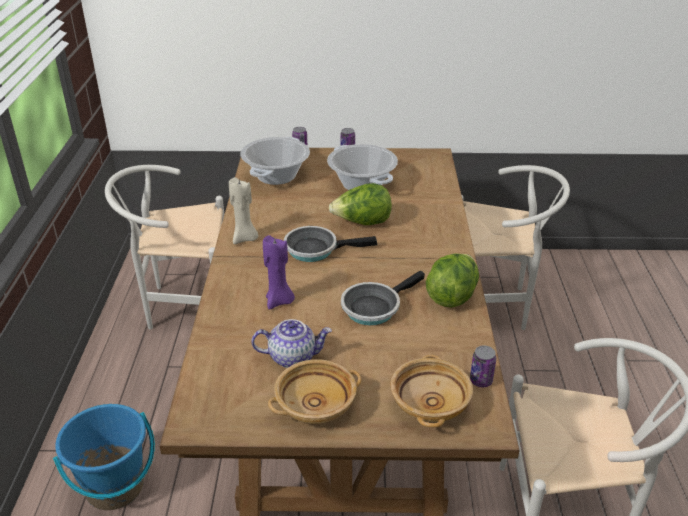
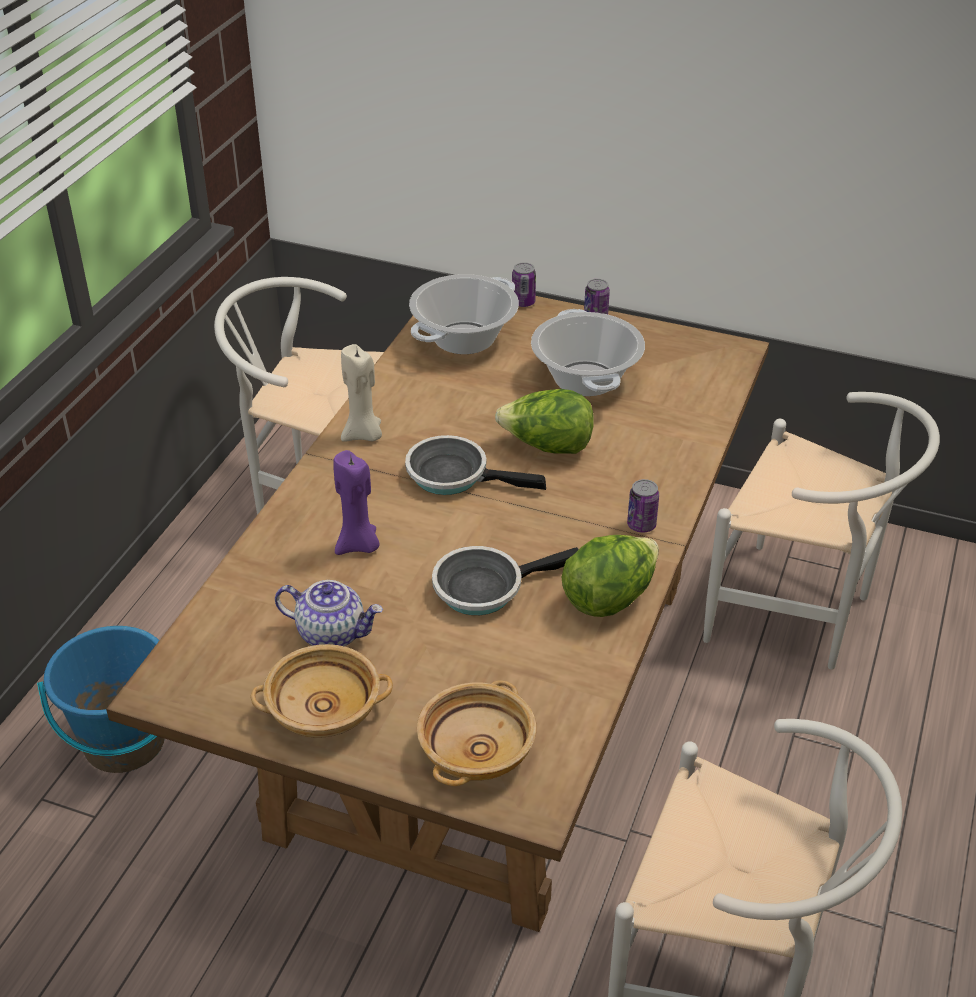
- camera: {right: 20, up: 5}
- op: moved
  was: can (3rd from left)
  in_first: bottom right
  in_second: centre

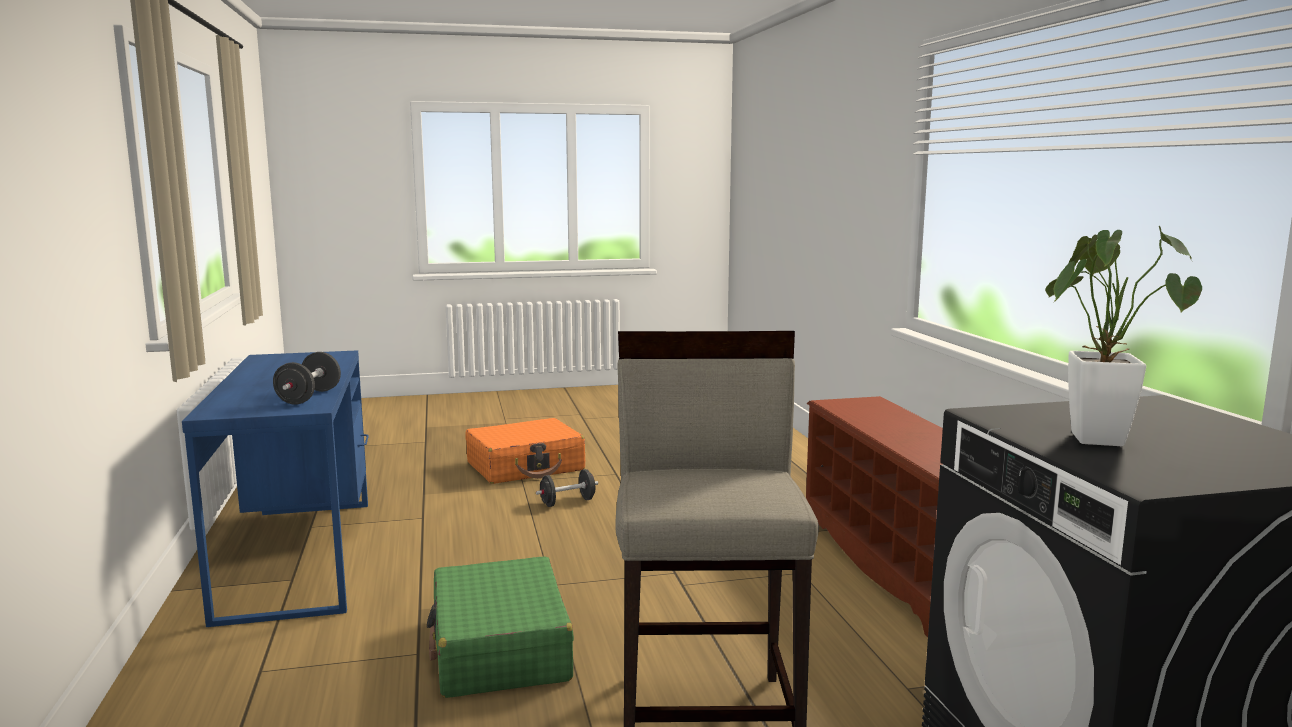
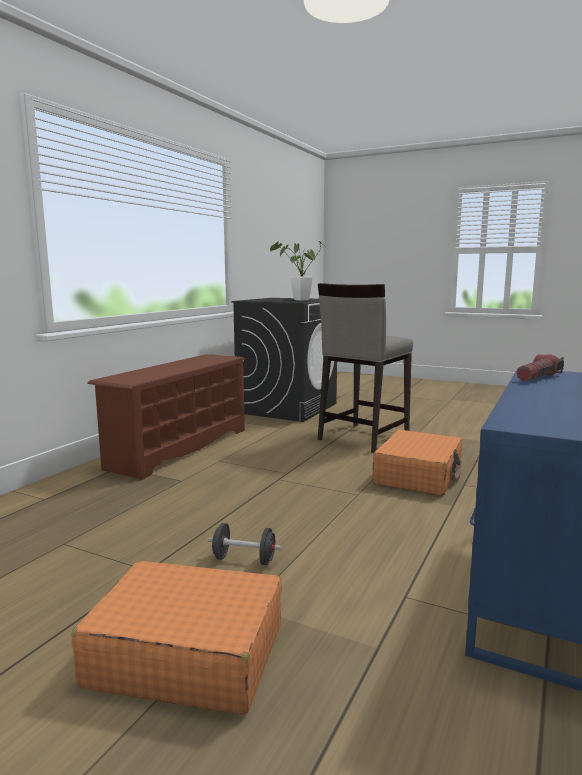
- camera: {right: -140, up: 0}
- op: replaced
  was: dumbbell/black (1st from left)
  now: flashlight
  in_first: middle left
  in_second: middle right
- op: recoloured
  was: suitcase/green
  now: suitcase/orange (2nd from left)
  in_first: bottom centre
  in_second: middle right

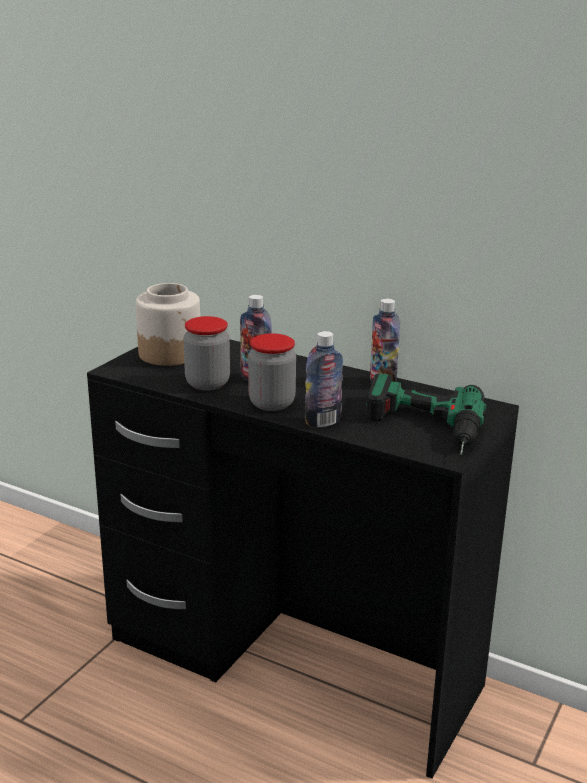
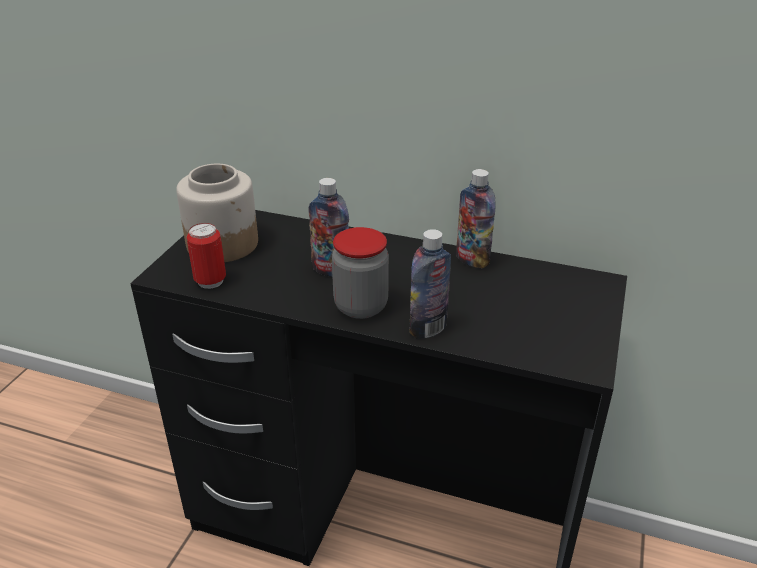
- camera: {right: -10, up: 10}
- op: removed
  was: jar (2nd from left)
  in_first: centre
- op: removed
  was: power drill
  in_first: middle right
- op: added
  now: can
  in_second: middle left

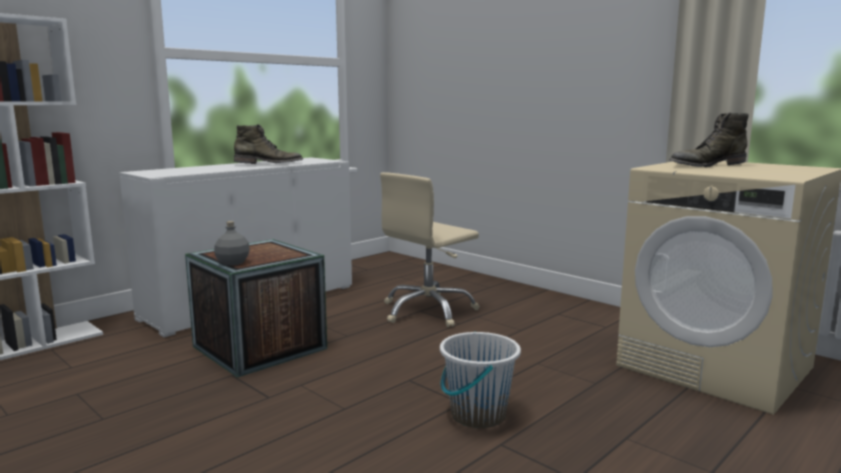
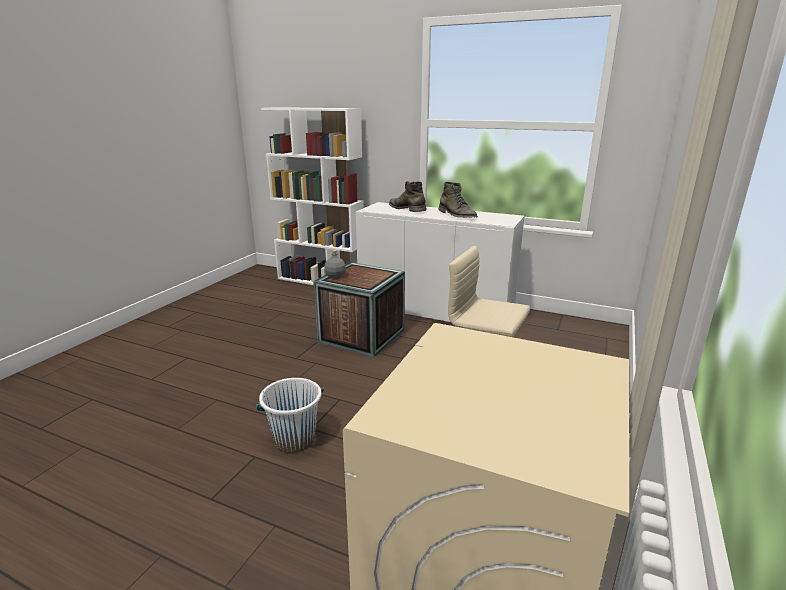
- camera: {right: 70, up: 10}
- op: moved
  was: boot/green (2nd from left in the first image)
  now: boot/green (1st from left)
  in_first: top right
  in_second: top centre

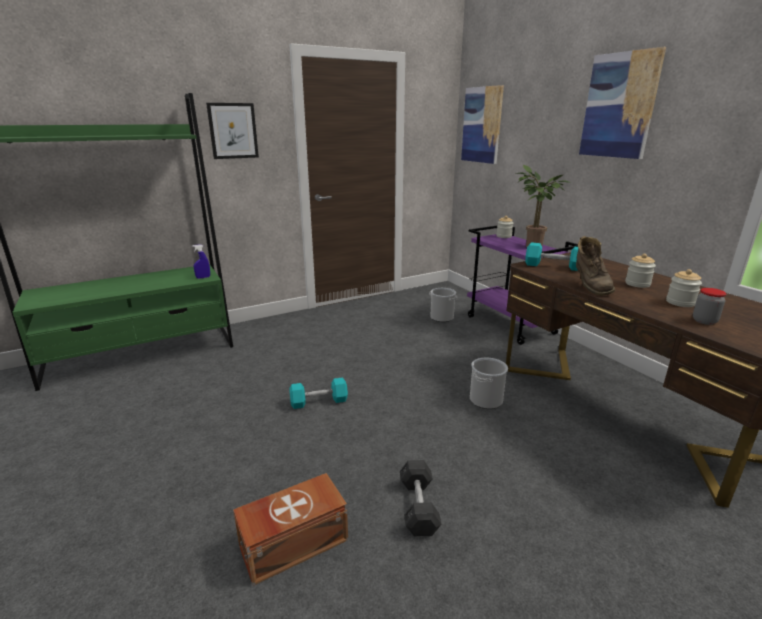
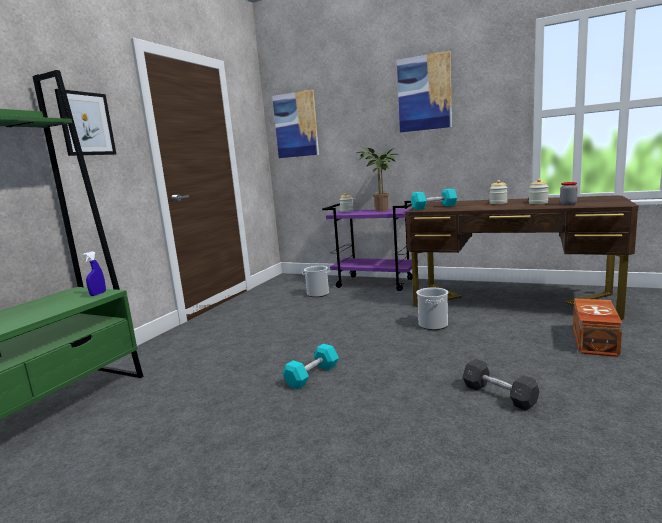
- camera: {right: -35, up: -10}
- op: removed
  was: boot/brown
  in_first: middle right
- op: moved
  was: storage box/brown
  in_first: bottom centre
  in_second: middle right

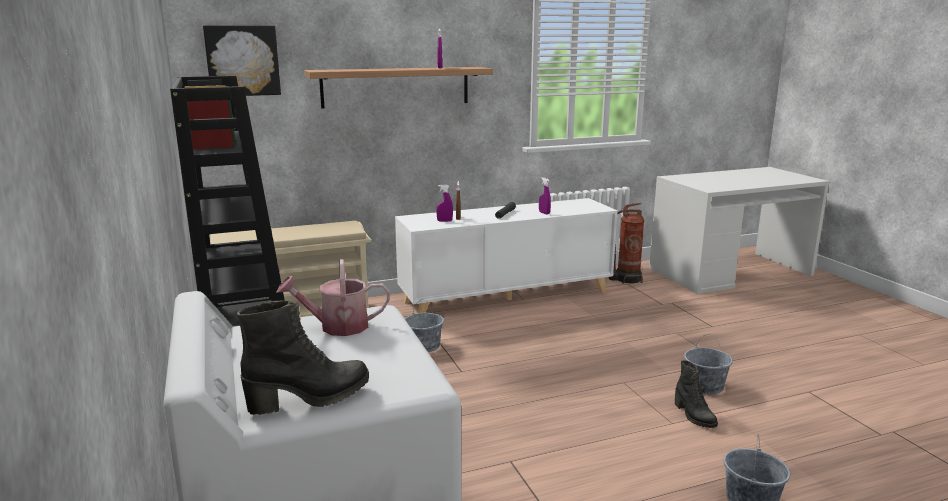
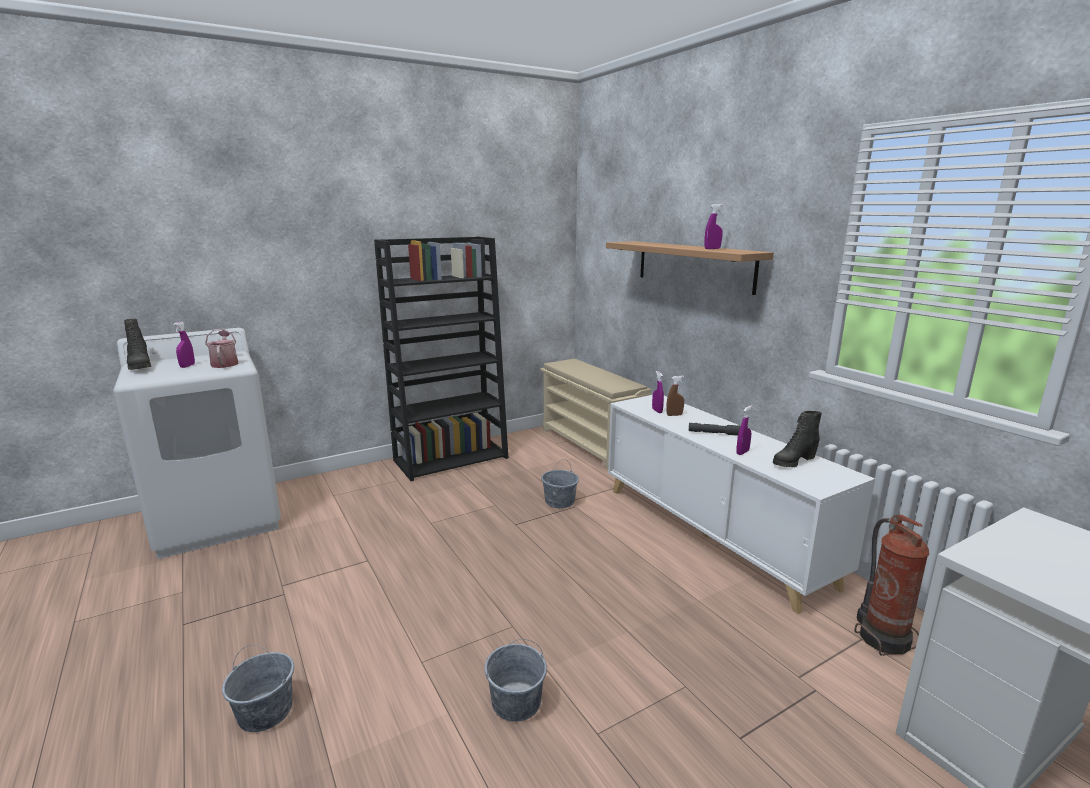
- camera: {right: 80, up: 0}
- op: removed
  was: picture
  in_first: top left
- op: moved
  was: boot/black (2nd from left)
  in_first: bottom right
  in_second: middle right
- op: added
  now: spray bottle/purple (1st from left)
  in_second: middle left

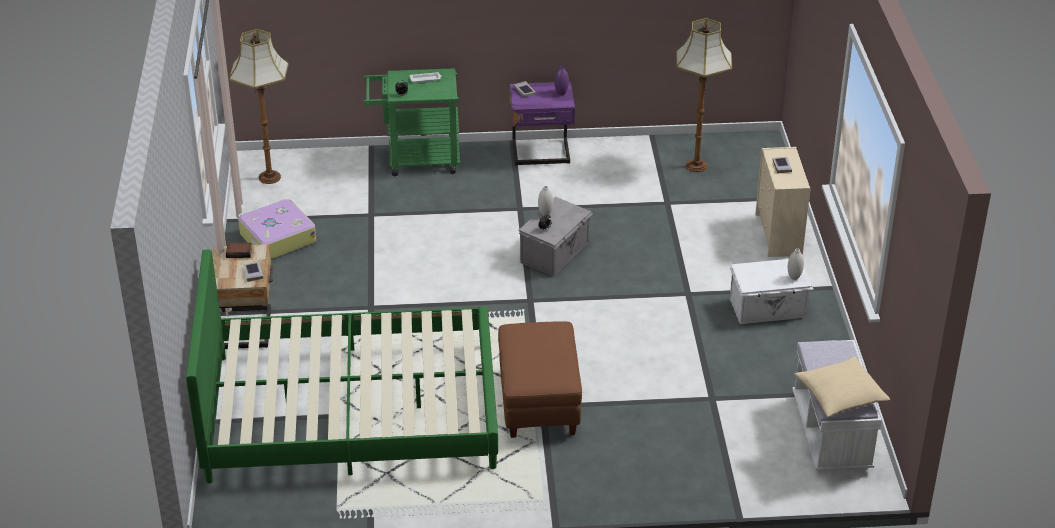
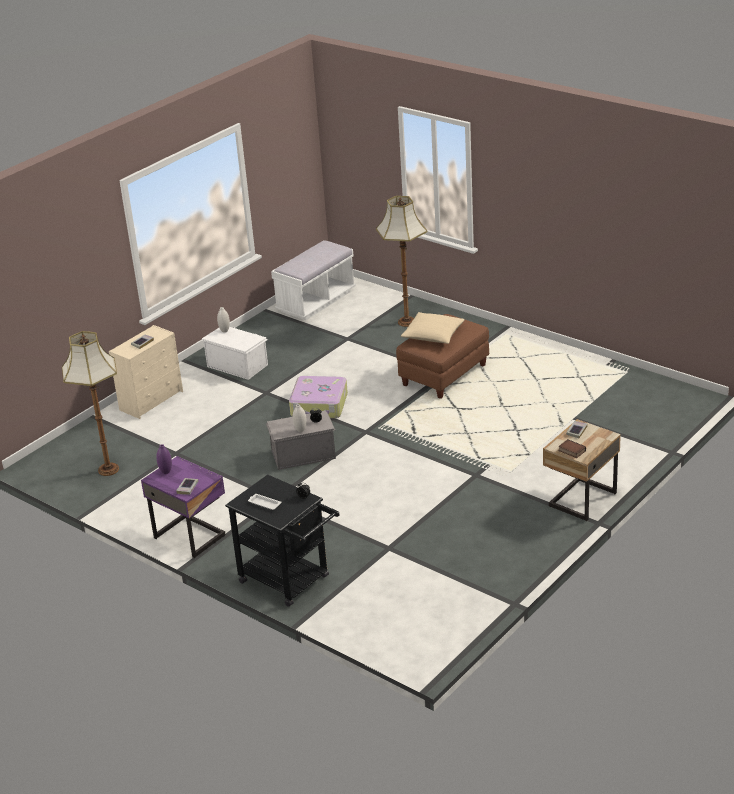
- camera: {right: -135, up: -5}
- op: moved
  was: floor lamp (1st from left in the first image)
  now: floor lamp (2nd from left)
  in_first: top left
  in_second: top centre
- op: recoloured
  was: cart/green
  now: cart/black
  in_first: top centre
  in_second: bottom centre
- op: moved
  was: suitcase
  in_first: middle left
  in_second: centre
- op: removed
  was: bed/green
  in_first: bottom left
- op: moved
  was: pillow/beige
  in_first: bottom right
  in_second: centre

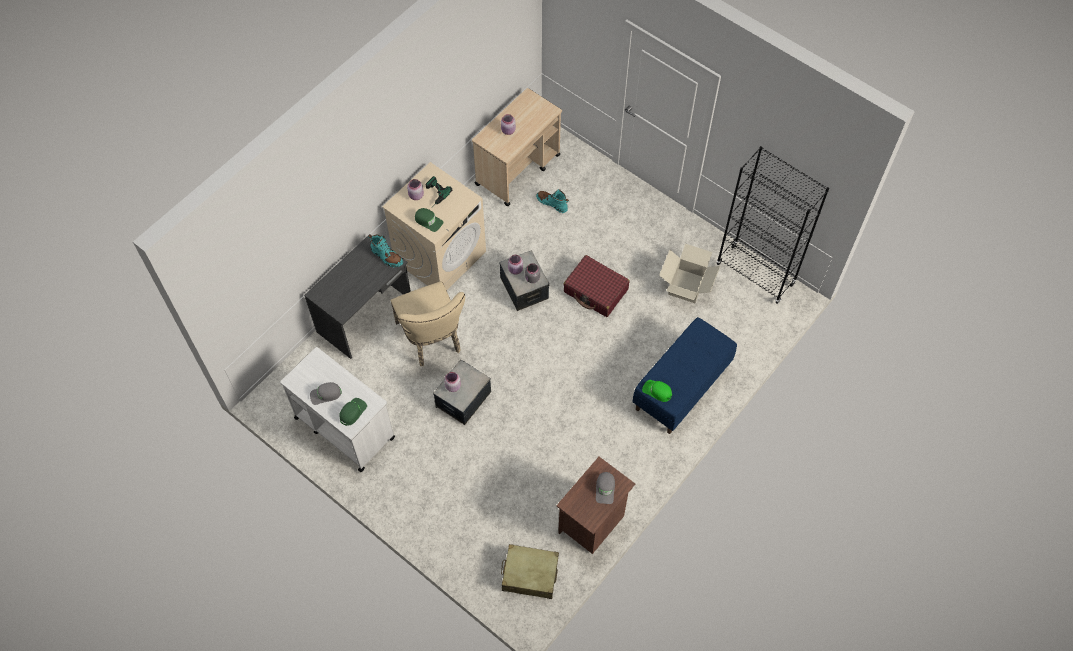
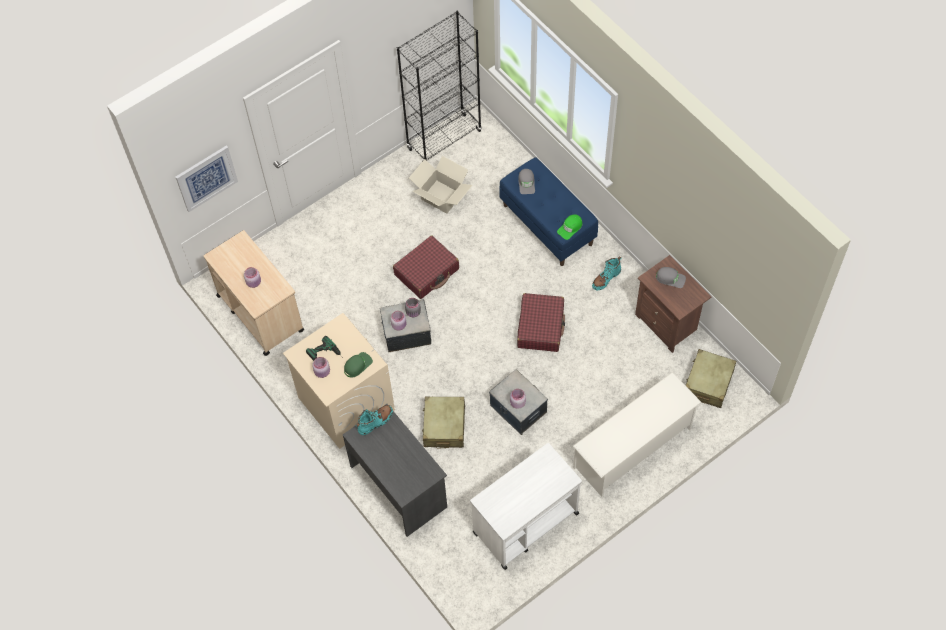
- camera: {right: -75, up: 0}
- op: moved
  was: boot/turquoise (2nd from left)
  in_first: top centre
  in_second: centre
- op: replaced
  was: chair/beige
  now: suitcase/beige (1st from left)
  in_first: centre
  in_second: bottom centre
- op: moved
  was: cap/grey (1st from left)
  in_first: middle left
  in_second: top centre
- op: removed
  was: cap/green (1st from left)
  in_first: middle left
- op: added
  now: picture
  in_second: top left
- op: added
  now: suitcase/red (2nd from left)
  in_second: centre
- op: added
  now: shoe rack/white
  in_second: bottom right

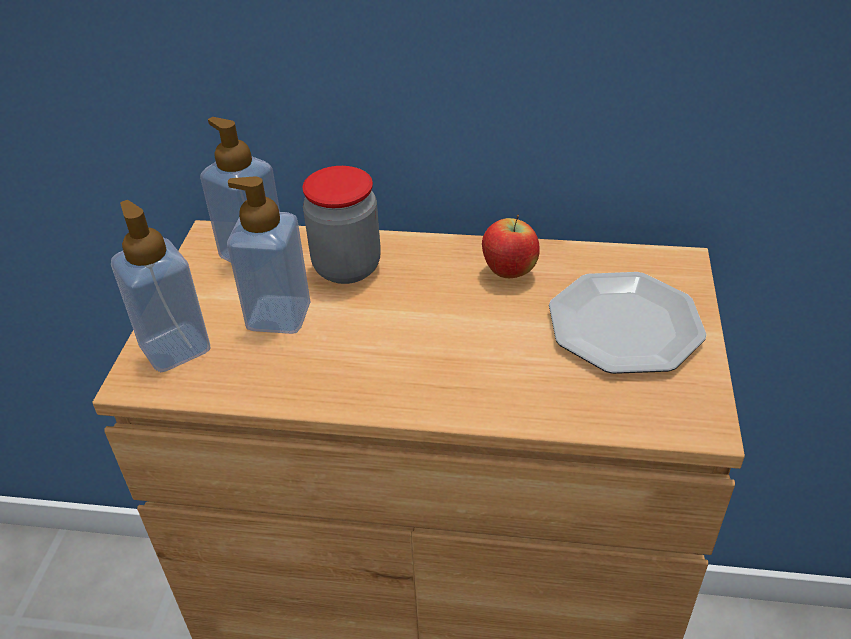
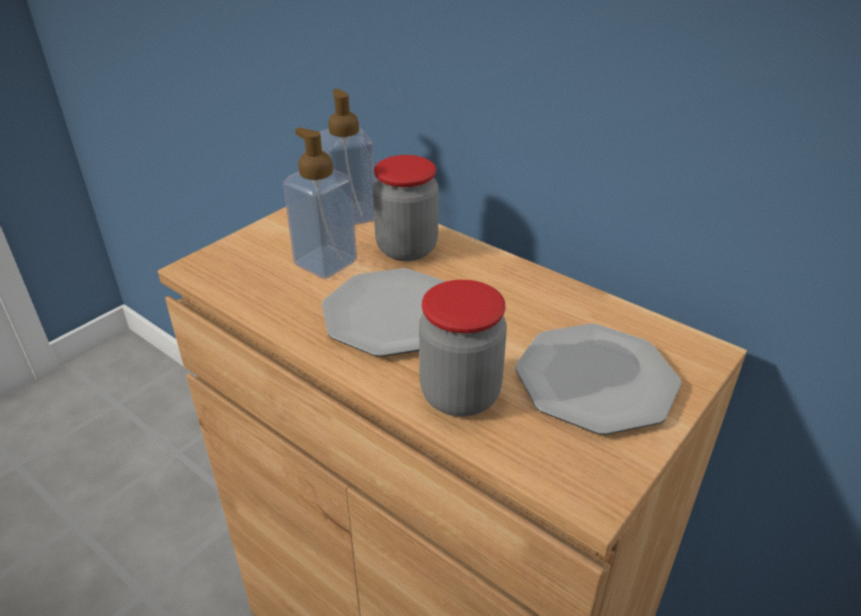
- camera: {right: 30, up: -5}
- op: removed
  was: soap dispenser (1st from left)
  in_first: middle left
- op: removed
  was: apple
  in_first: centre
- op: added
  now: plate (1st from left)
  in_second: centre
- op: added
  now: jar (2nd from left)
  in_second: centre

